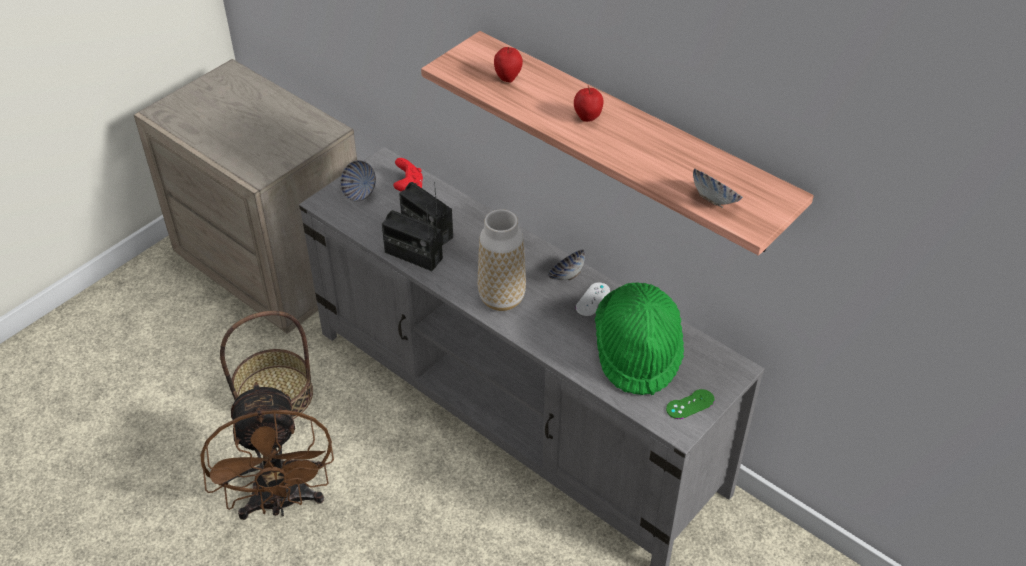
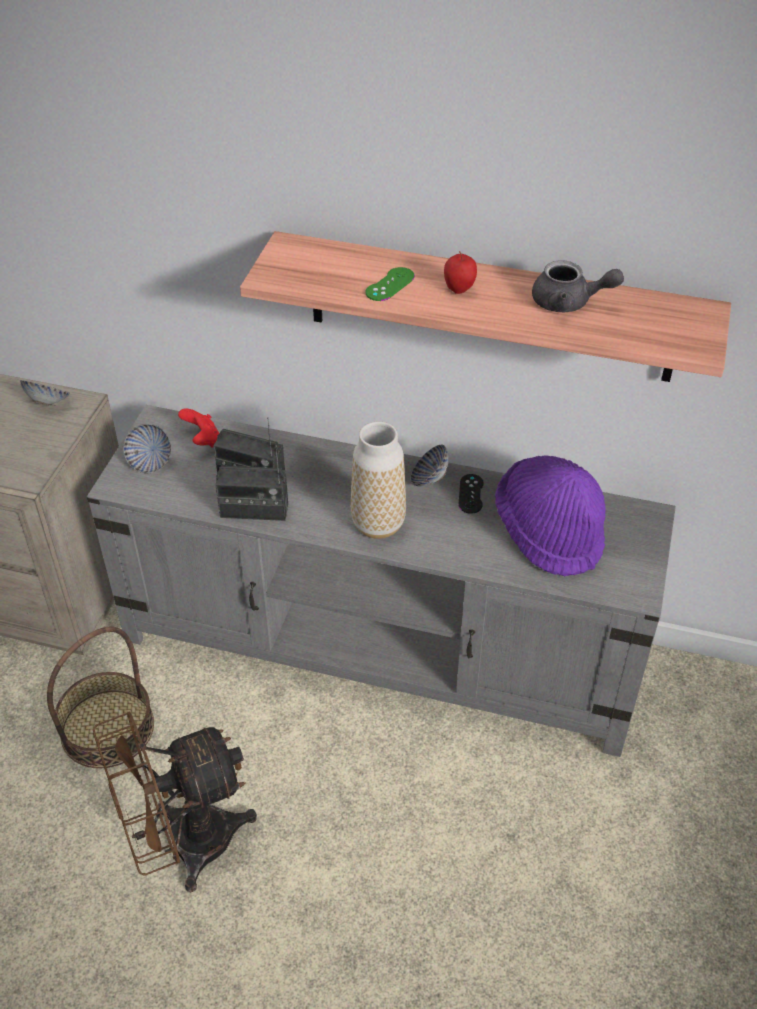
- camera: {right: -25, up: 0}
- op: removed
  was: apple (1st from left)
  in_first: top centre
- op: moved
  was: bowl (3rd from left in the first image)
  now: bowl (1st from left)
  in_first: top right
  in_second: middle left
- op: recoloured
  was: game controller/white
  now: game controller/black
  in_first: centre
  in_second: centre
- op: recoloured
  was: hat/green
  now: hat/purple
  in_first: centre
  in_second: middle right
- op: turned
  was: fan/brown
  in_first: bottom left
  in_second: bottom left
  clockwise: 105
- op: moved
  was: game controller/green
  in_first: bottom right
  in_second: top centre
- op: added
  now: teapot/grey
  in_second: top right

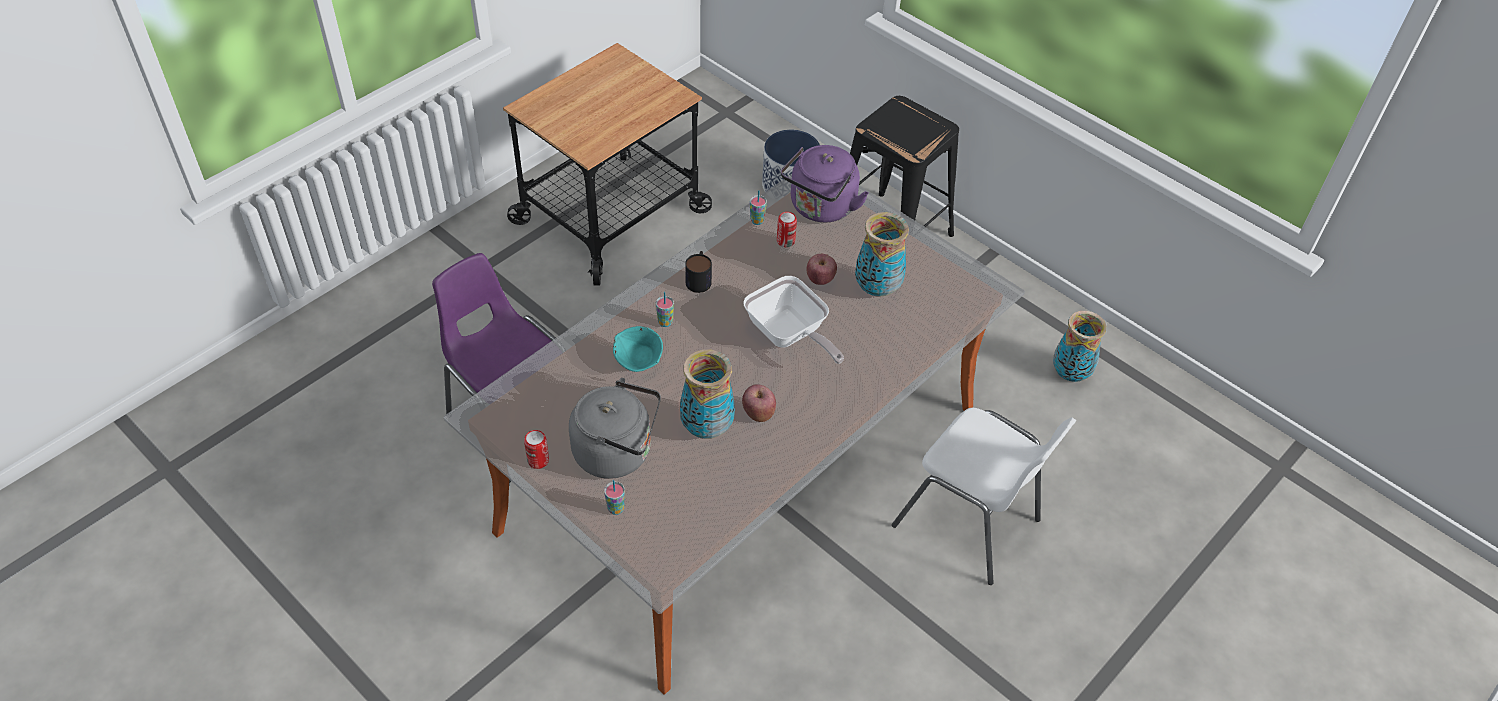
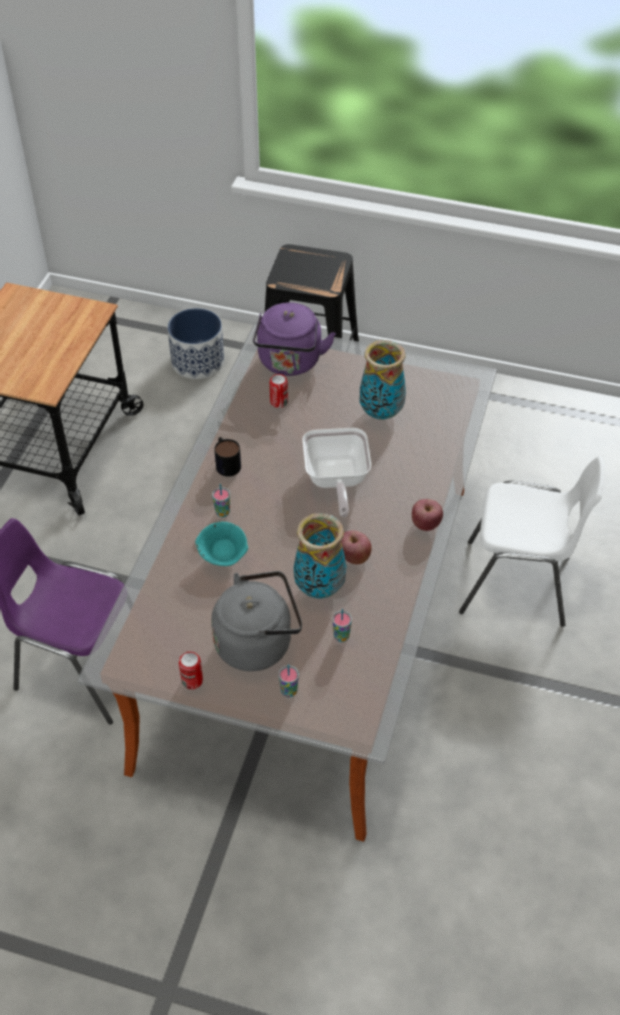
- camera: {right: -25, up: 0}
- op: moved
  was: cup (3rd from left)
  in_first: top centre
  in_second: centre
- op: moved
  was: apple (2nd from left)
  in_first: centre
  in_second: middle right
- op: turned
  was: frying pan
  in_first: centre
  in_second: centre
  clockwise: 60
- op: removed
  was: vase (3rd from left)
  in_first: middle right

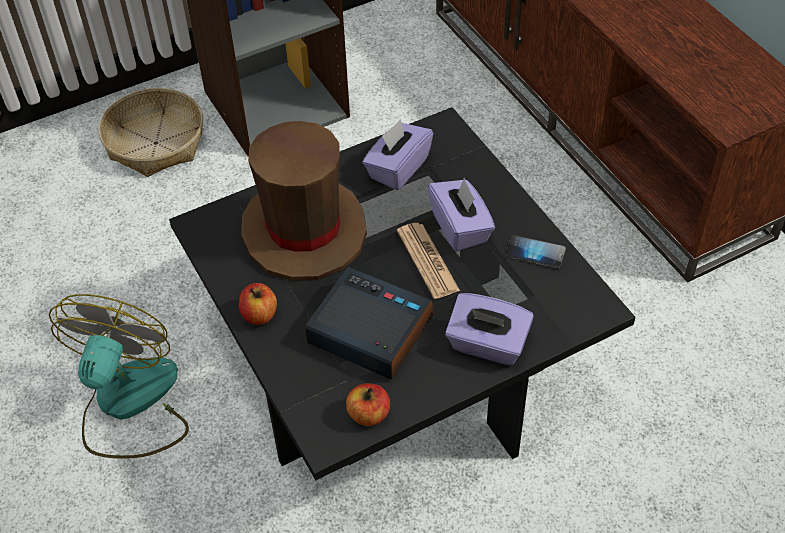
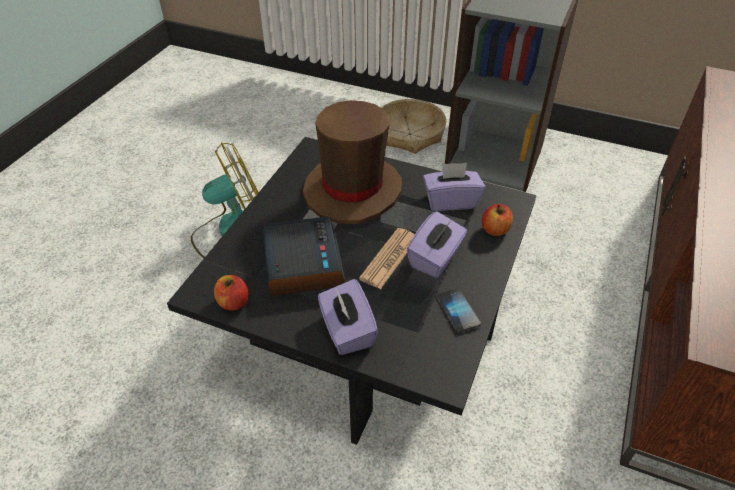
- camera: {right: 50, up: -5}
- op: moved
  was: apple (1st from left in the first image)
  now: apple (2nd from left)
  in_first: middle left
  in_second: middle right

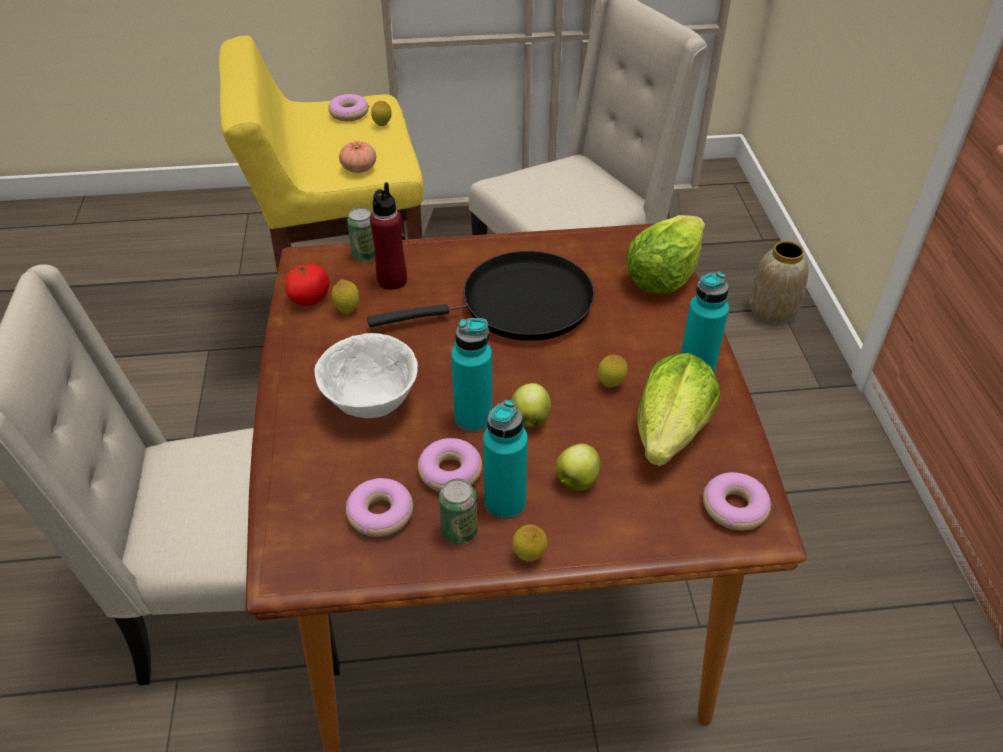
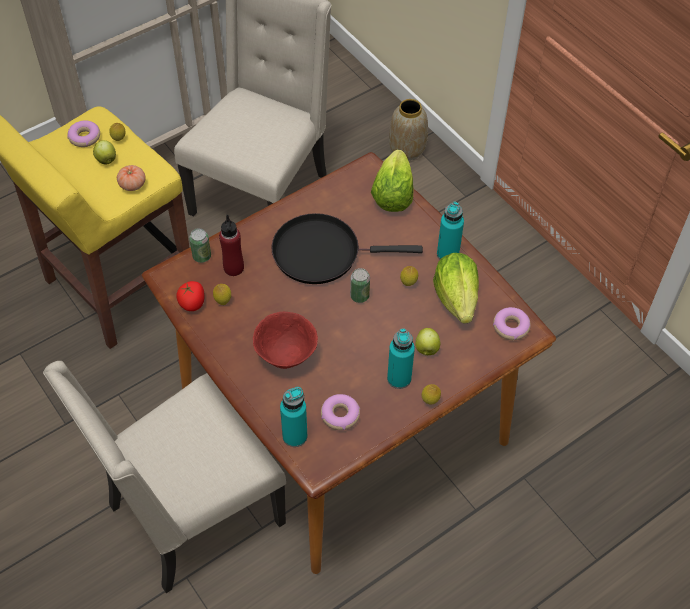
- camera: {right: -30, up: 10}
- op: turned
  was: frying pan/black
  in_first: centre
  in_second: centre
  clockwise: -135
- op: moved
  was: bottle/turquoise (1st from left)
  in_first: centre
  in_second: bottom centre
- op: recoloured
  was: bowl/white
  now: bowl/red
  in_first: centre
  in_second: centre
- op: moved
  was: apple (1st from left)
  in_first: centre
  in_second: top left
- op: removed
  was: donut (3rd from left)
  in_first: centre
- op: moved
  was: can (2nd from left)
  in_first: bottom centre
  in_second: centre

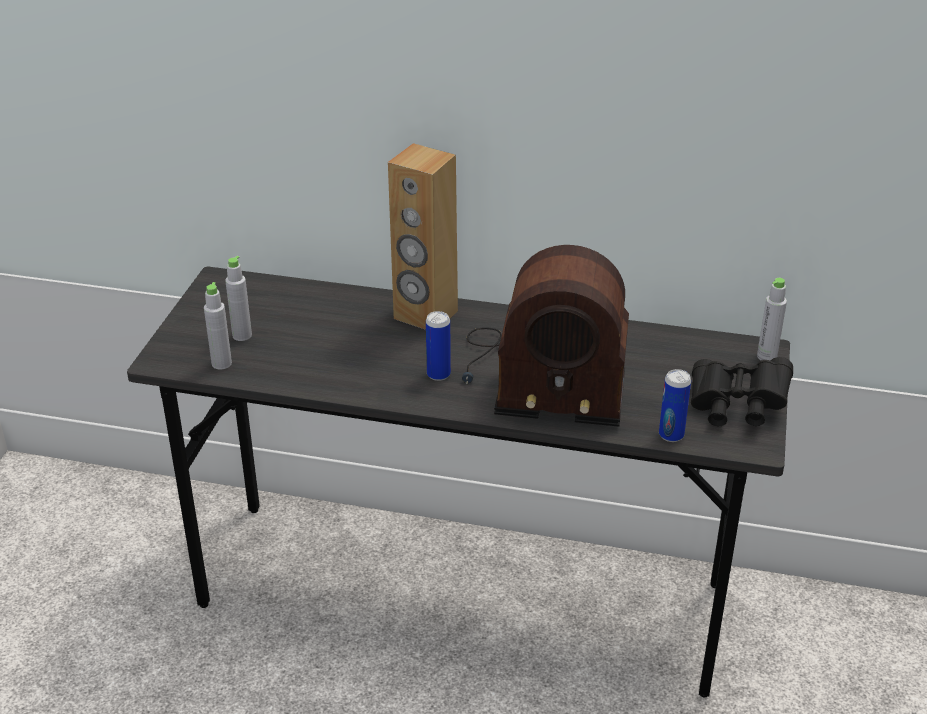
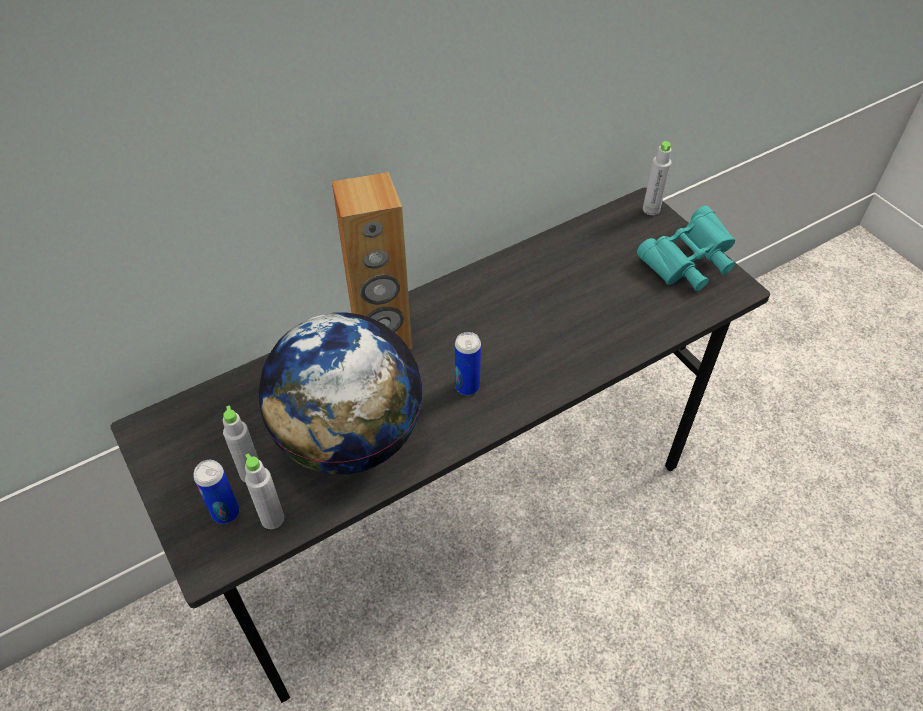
- camera: {right: -45, up: 15}
- op: removed
  was: radio
  in_first: centre
- op: recoloured
  was: binoculars/black
  now: binoculars/turquoise
  in_first: middle right
  in_second: middle right
- op: moved
  was: can (2nd from left in the first image)
  now: can (1st from left)
  in_first: middle right
  in_second: bottom left
- op: added
  now: globe
  in_second: centre

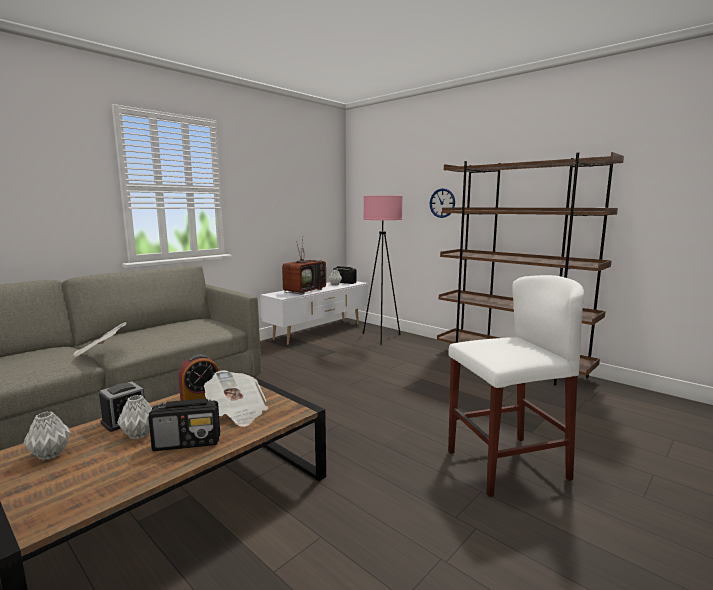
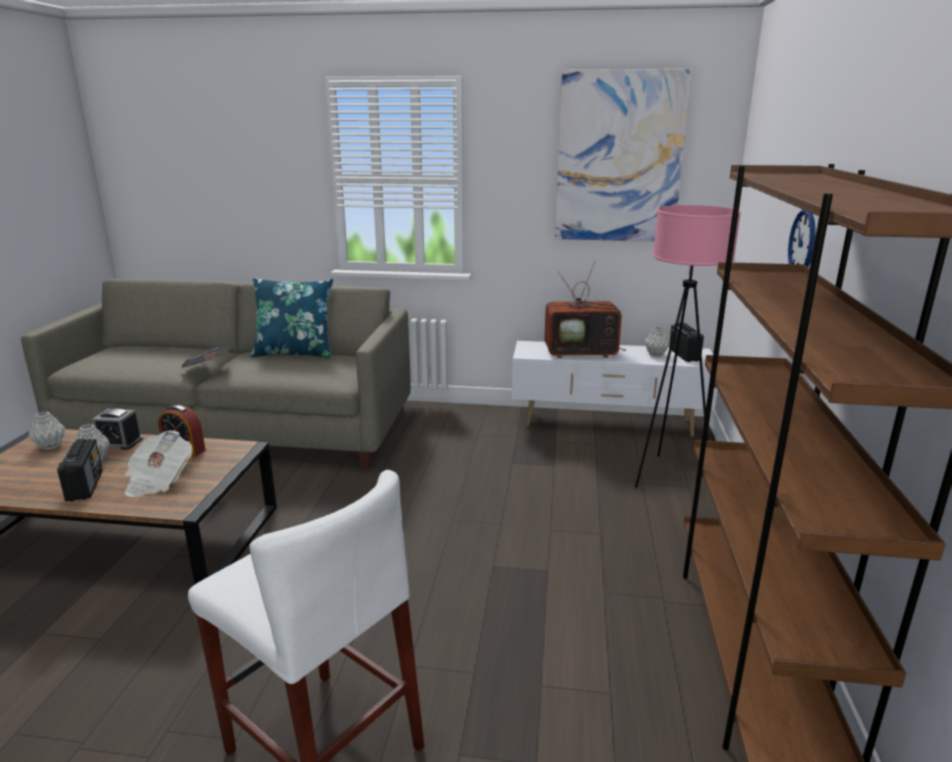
- camera: {right: 55, up: 10}
- op: turned
  was: radio (1st from left)
  in_first: bottom left
  in_second: middle left
  clockwise: -150
- op: added
  now: picture
  in_second: top centre
- op: added
  now: pillow/blue
  in_second: middle left

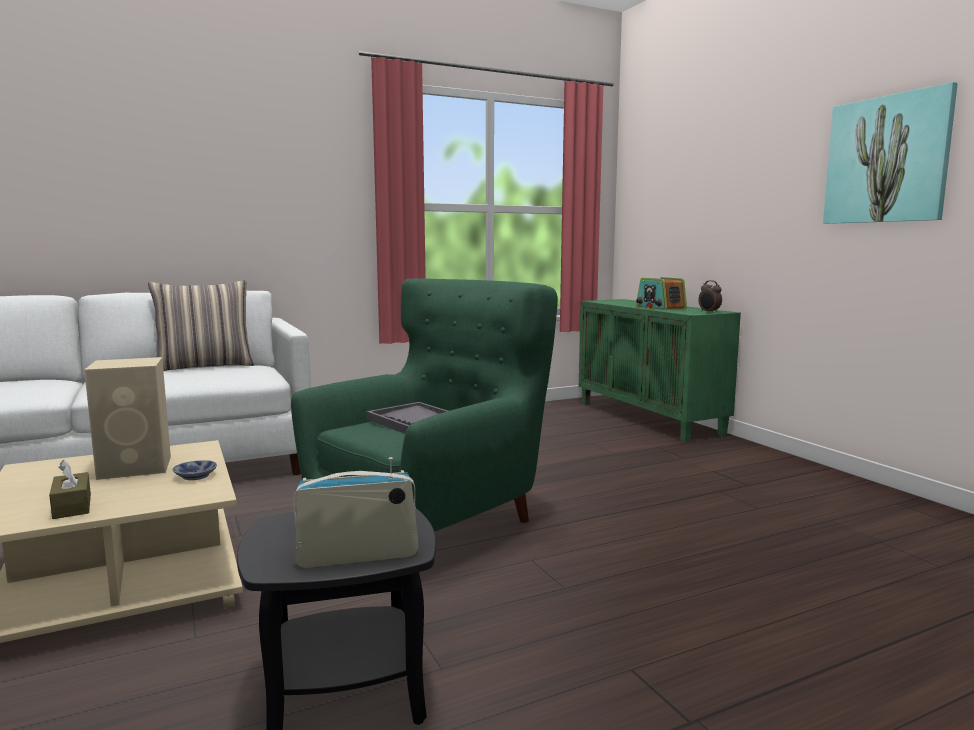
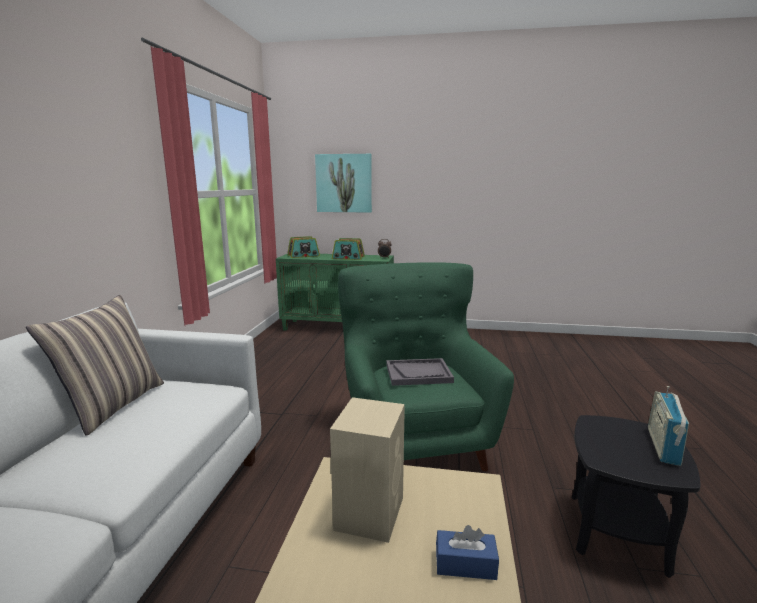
- camera: {right: -55, up: 5}
- op: moved
  was: picture
  in_first: top right
  in_second: top centre
- op: recoloured
  was: tissue box/brown
  now: tissue box/blue
  in_first: bottom left
  in_second: bottom centre
- op: removed
  was: bowl
  in_first: middle left
- op: added
  now: radio (1st from left)
  in_second: centre

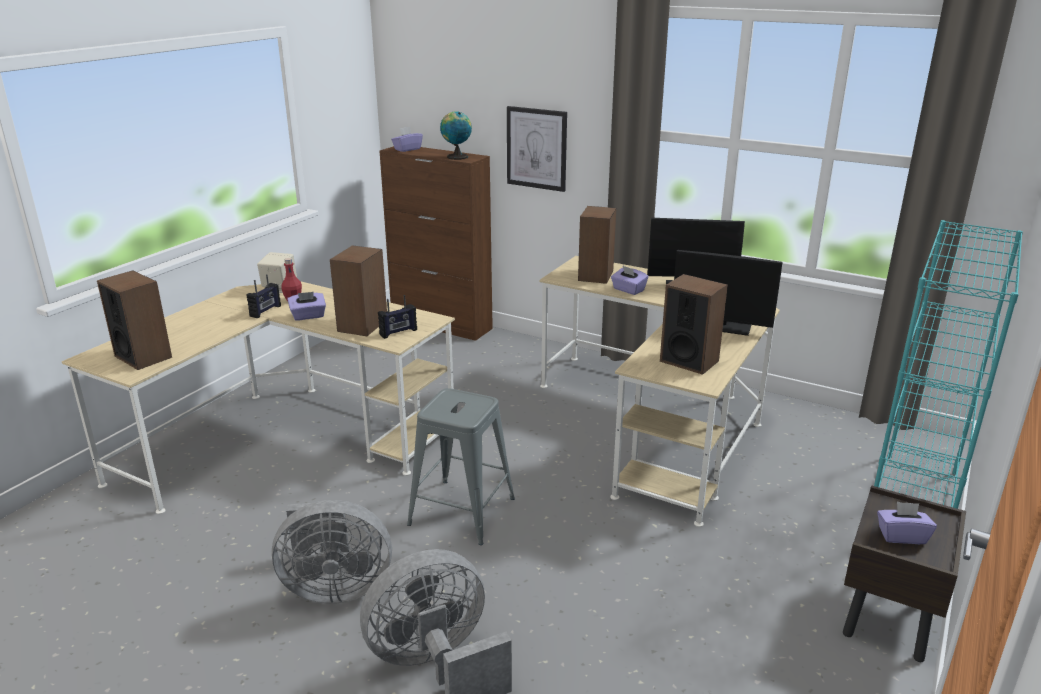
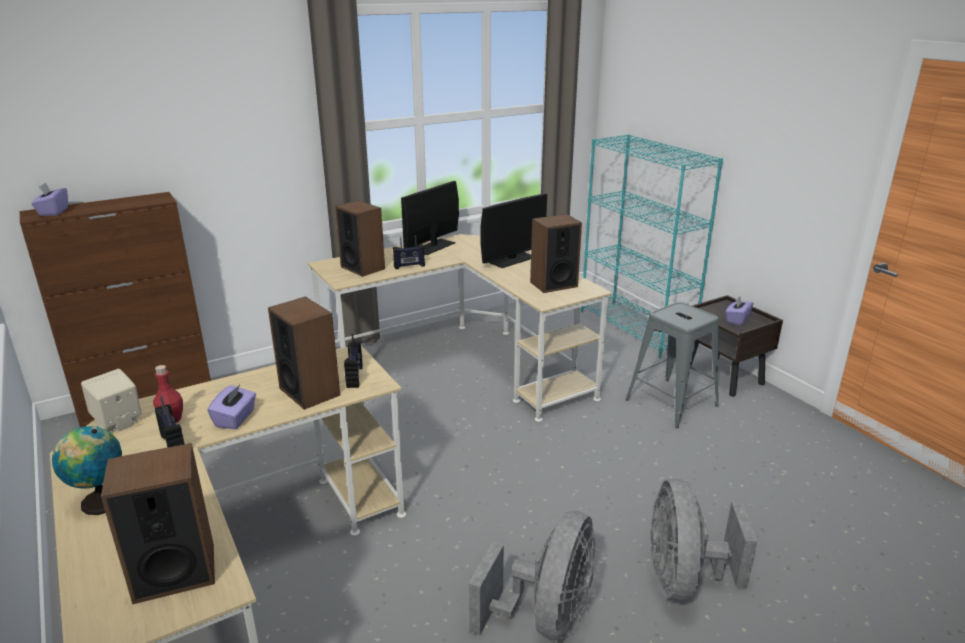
- camera: {right: -60, up: 0}
- op: removed
  was: picture
  in_first: top centre
- op: moved
  was: globe
  in_first: top centre
  in_second: bottom left
- op: replaced
  was: tissue box/purple (3rd from left)
  now: radio (3rd from left)
  in_first: centre
  in_second: centre
- op: moved
  was: stool/grey
  in_first: bottom centre
  in_second: middle right

